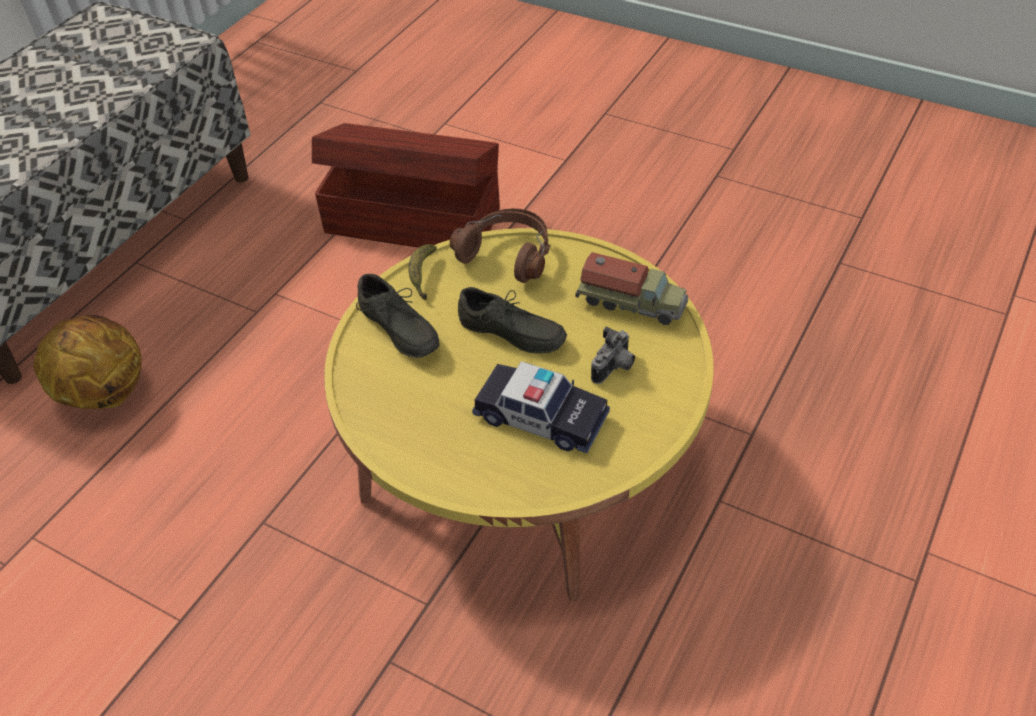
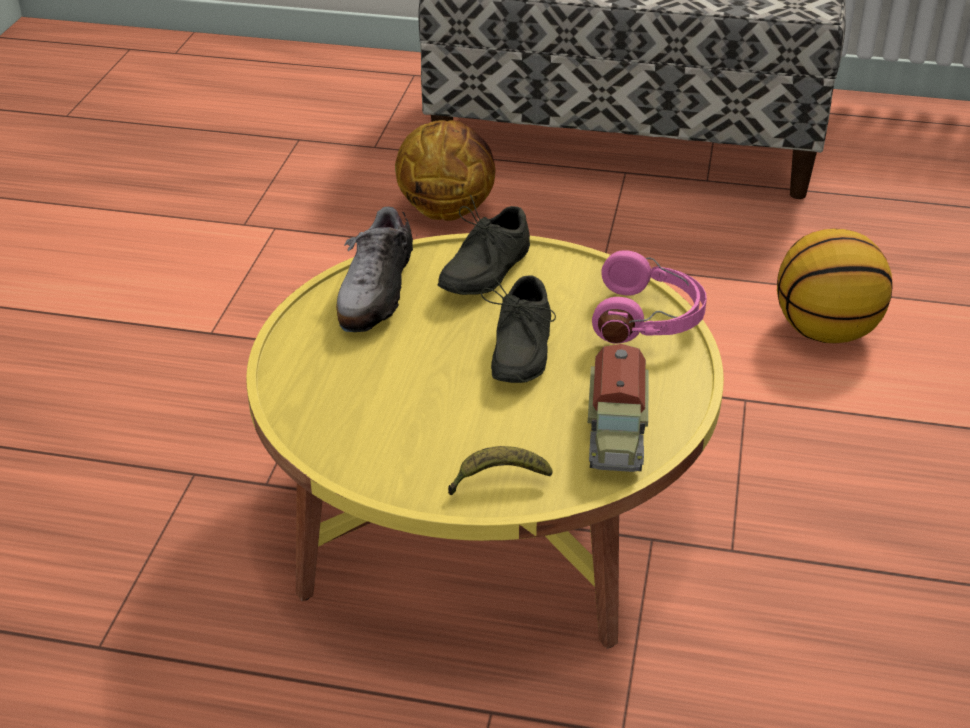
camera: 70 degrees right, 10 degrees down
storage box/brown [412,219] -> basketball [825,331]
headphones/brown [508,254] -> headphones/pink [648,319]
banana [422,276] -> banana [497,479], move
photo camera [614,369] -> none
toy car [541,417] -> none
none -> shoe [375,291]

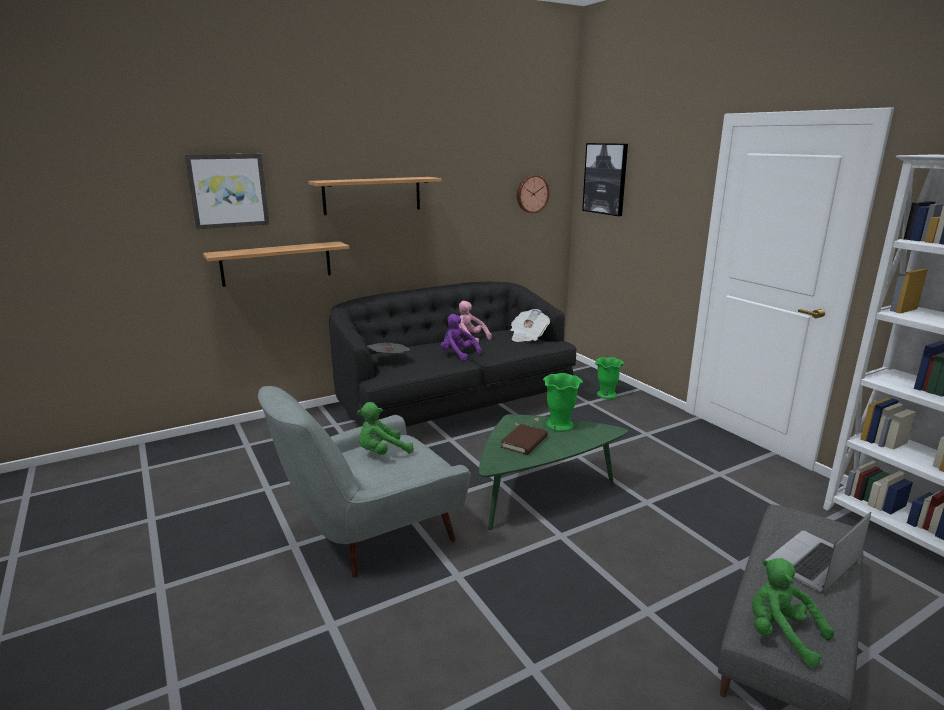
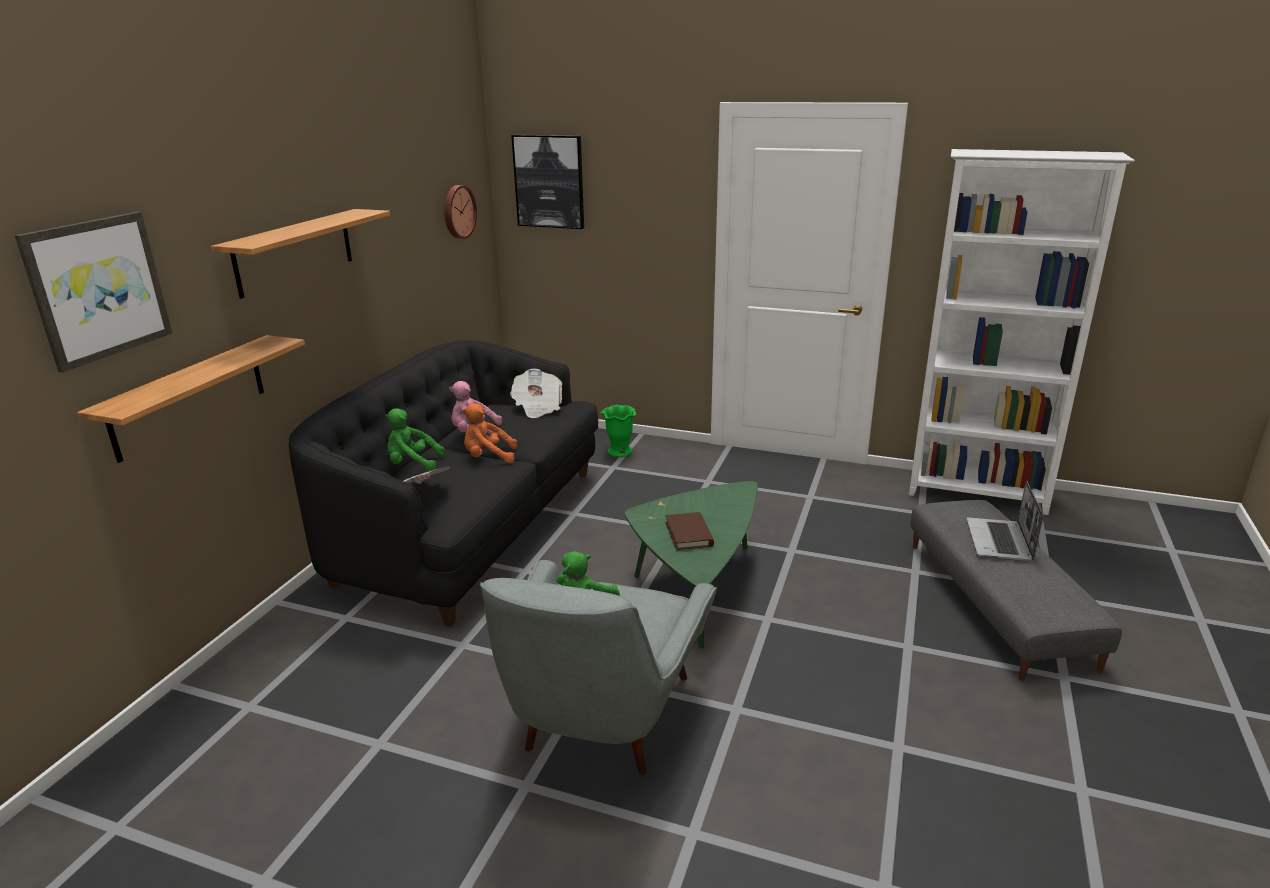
camera: 40 degrees left, 5 degrees up
plush toy/purple [458,355] -> plush toy/orange [488,457]
vase/green [560,426] -> none
plush toy/green [781,634] -> plush toy/green [412,464], move

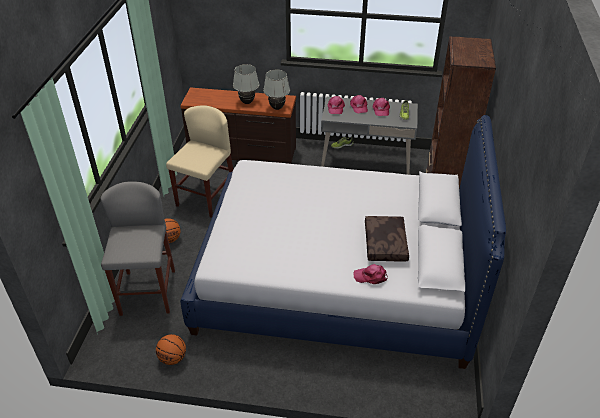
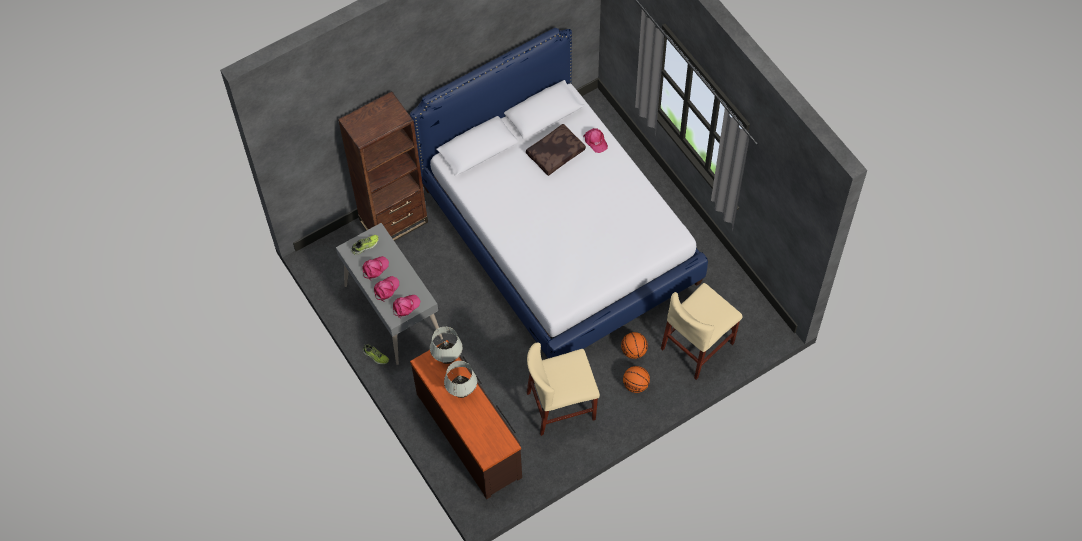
camera: 130 degrees left, 20 degrees up
stool/grey [148,292] -> chair/beige [697,346]
basketball [173,358] -> basketball [633,351], move

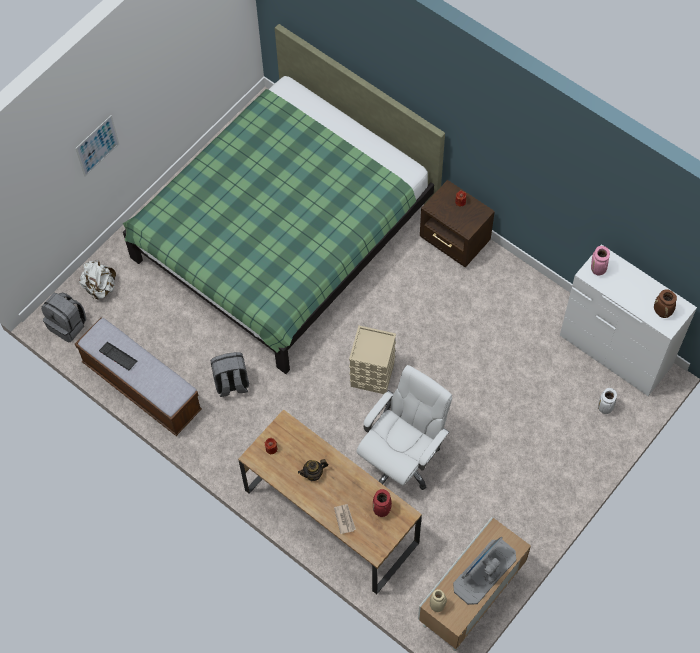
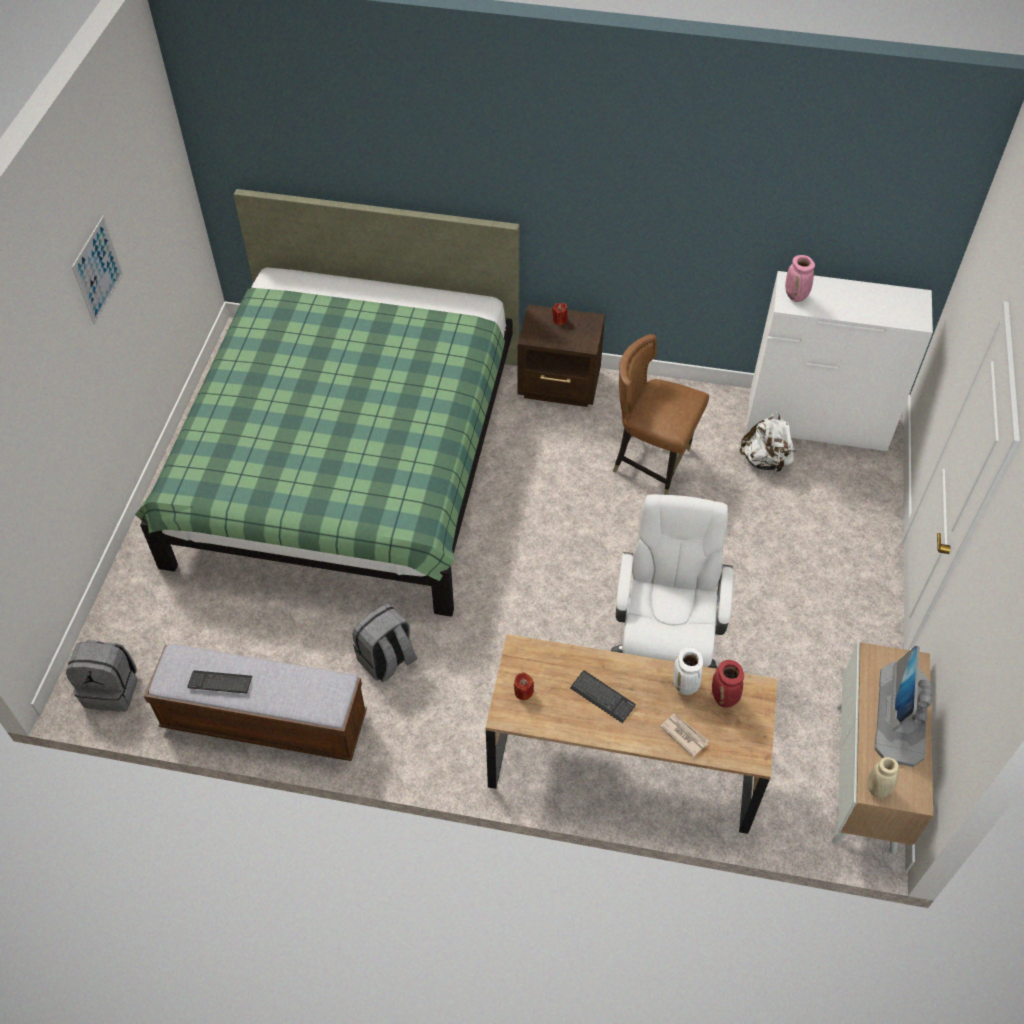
camera: 30 degrees left, 10 degrees down
picture [97,145] -> picture [98,270], move
backpack/white [100,287] -> backpack/white [765,460], move
vase/brown [662,312] -> none
storage box/beige [373,375] -> none
vase/white [605,408] -> vase/white [685,686], move
teapot [313,474] -> keyboard [602,697]
none -> chair/brown [651,462]

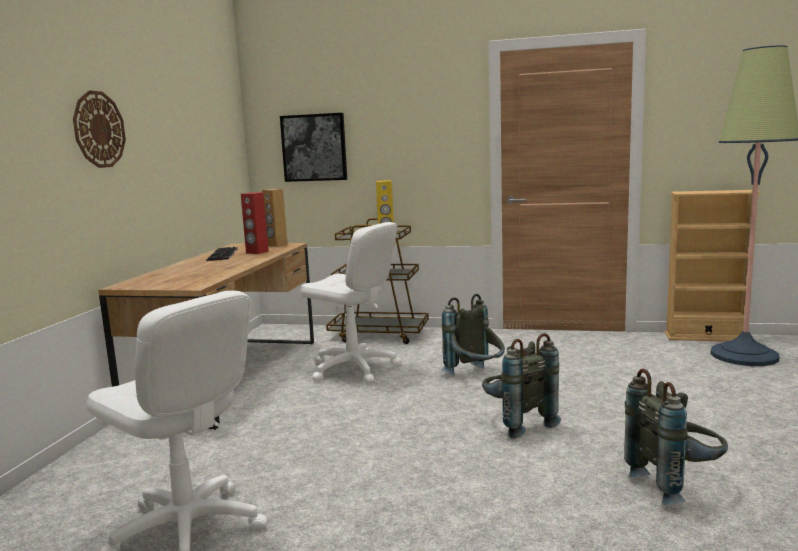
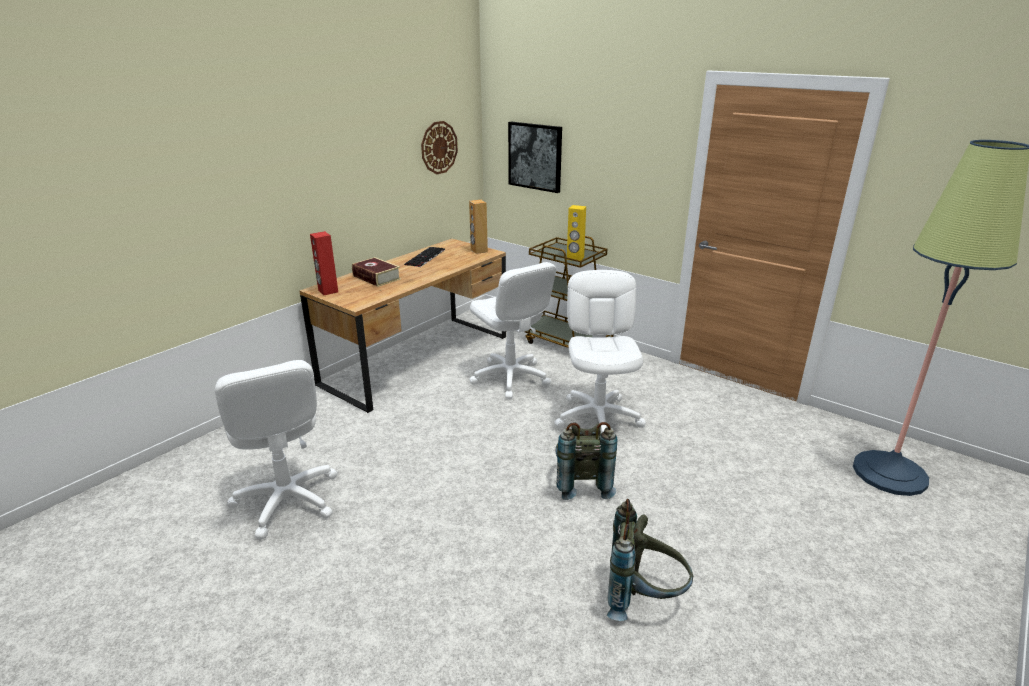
camera: 25 degrees right, 15 degrees up
wall clock [99,129] -> wall clock [439,147], move
bookcase/beige [705,337] -> none
speaker/red [257,252] -> speaker/red [328,291], move
backpack/grey [476,377] -> office chair/white [598,418]
none -> book [376,277]

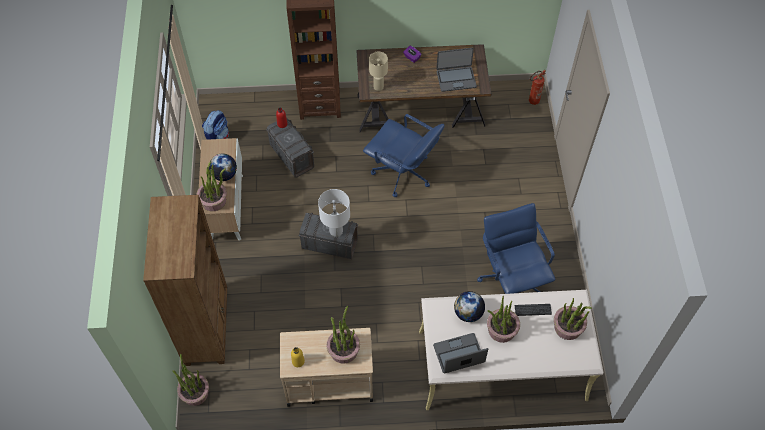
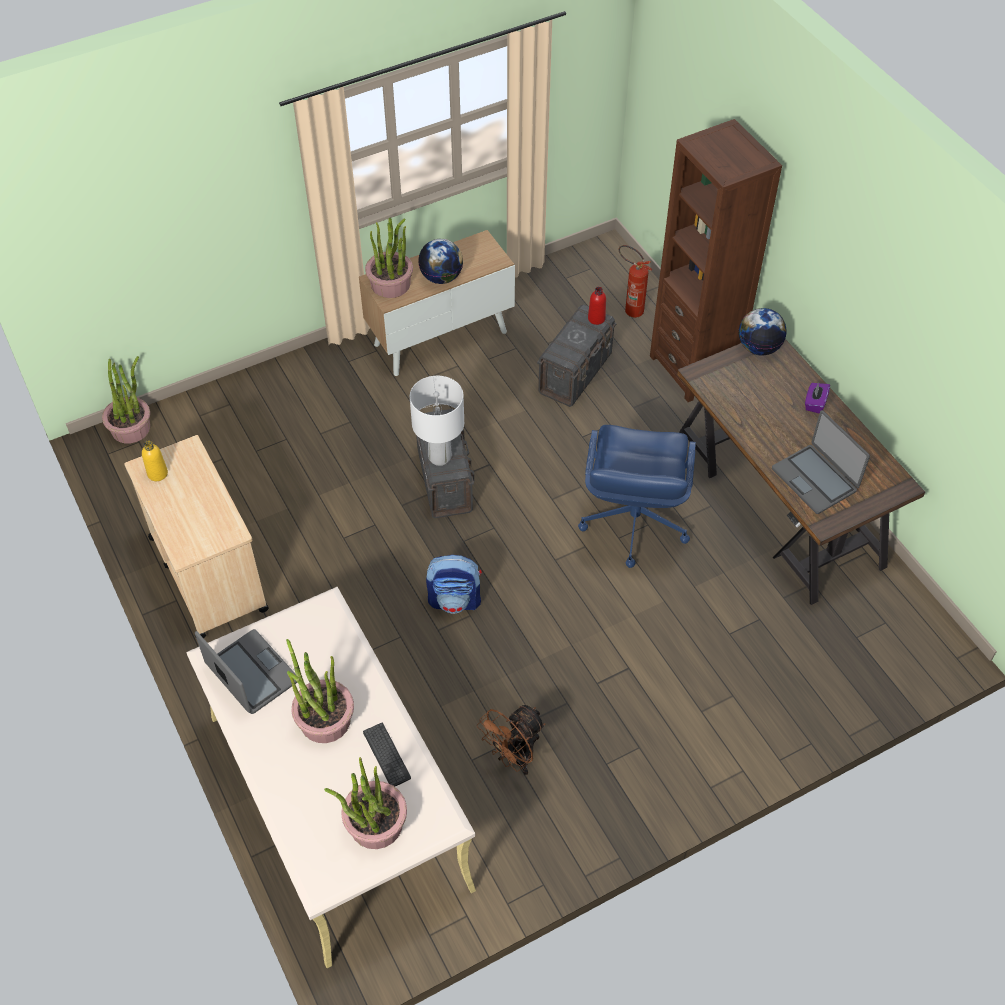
camera: 65 degrees right, 5 degrees down
table lamp/beige [378,87] -> none
fire extinguisher [531,102] -> fire extinguisher [629,309], move
backpack [218,137] -> backpack [455,600], move
bookcase/brown [207,327] -> none
office chair/blue [511,279] -> fan/brown [513,757]
globe [468,313] -> globe [759,347], move
potted plant [343,350] -> none

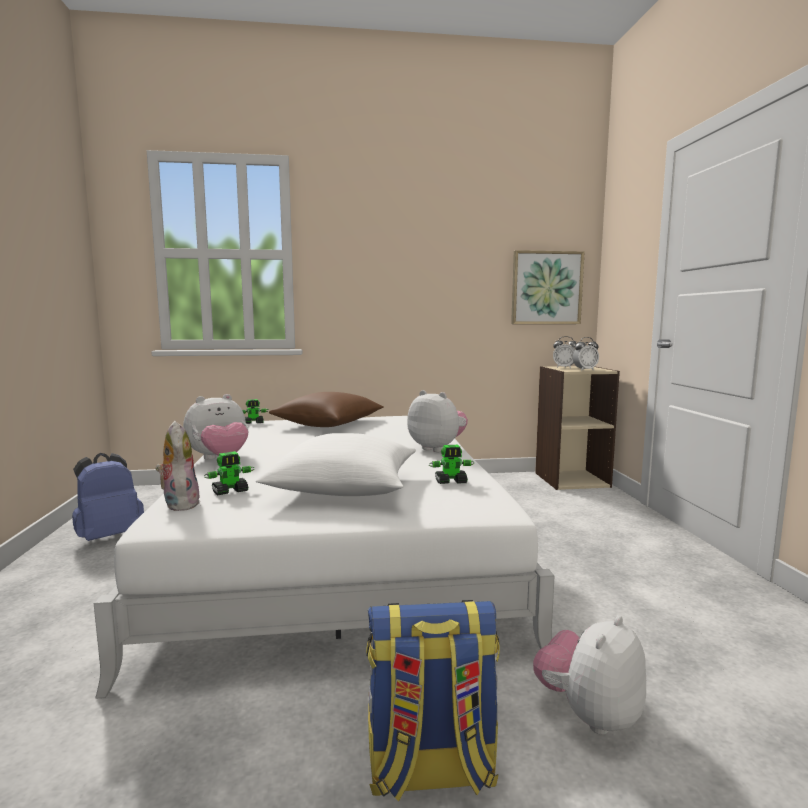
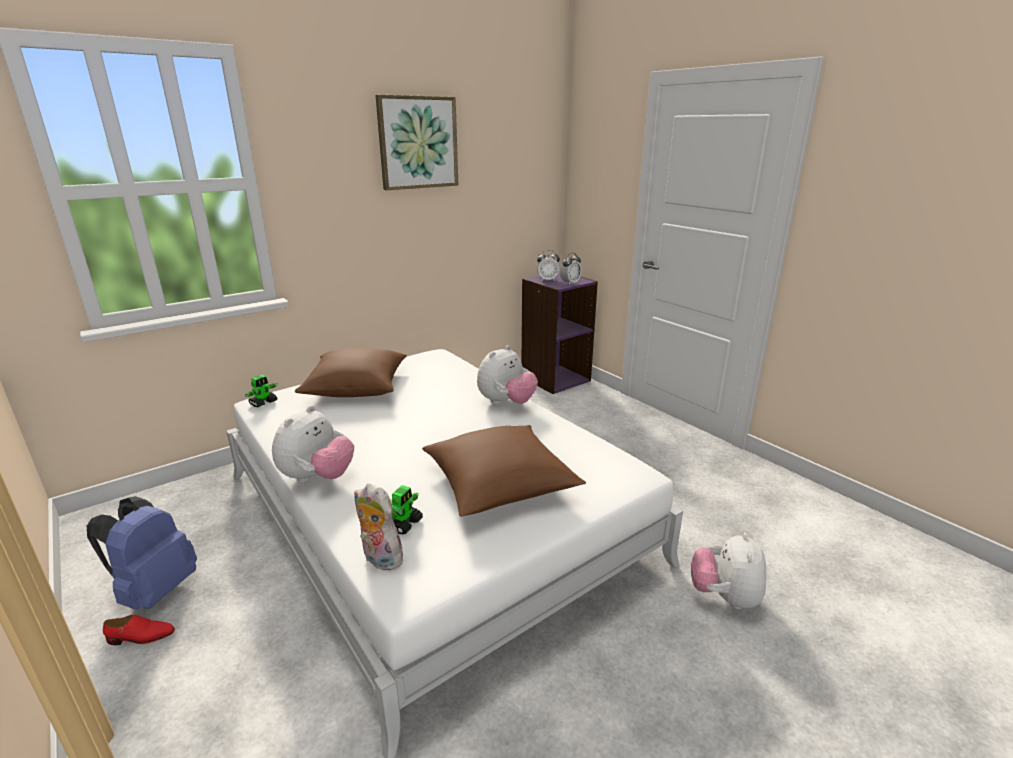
camera: 30 degrees left, 15 degrees up
picture [546,288] -> picture [418,143], move
bookcase/beige [571,479] -> bookcase/purple [555,378]
plush toy [437,448] -> plush toy [506,403], 120 degrees clockwise
pillow/white [344,488] -> pillow/brown [499,485]
toy robot [451,482] -> none
backpack [430,770] -> none
none -> shoe/red [141,637]

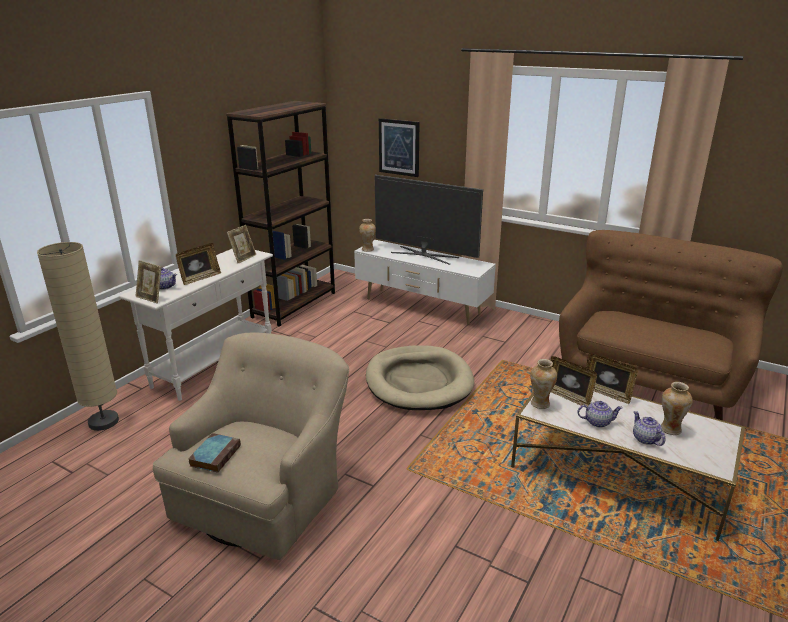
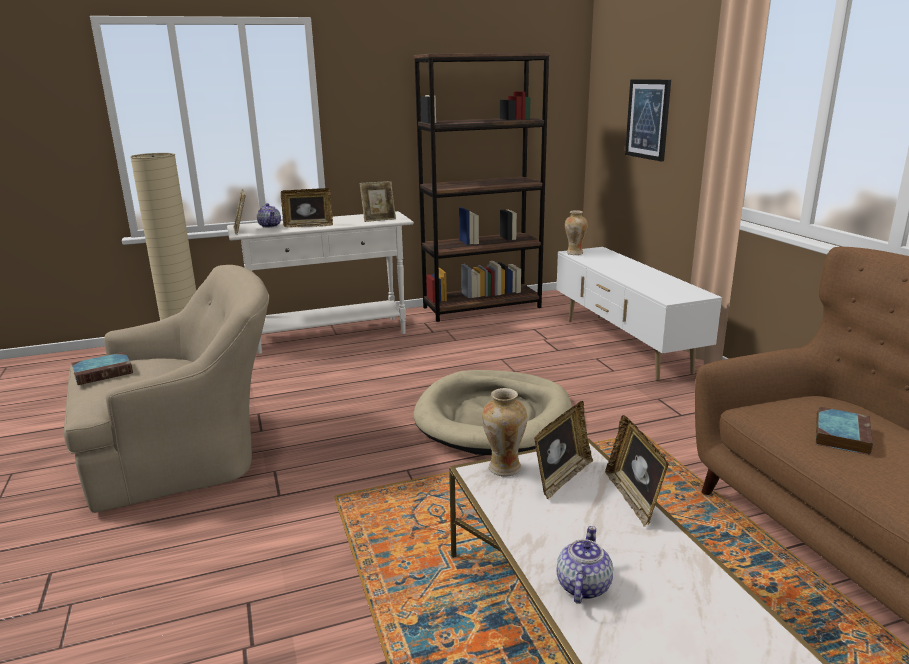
camera: 40 degrees right, 5 degrees down
television [424,255] -> none
picture frame [568,397] -> picture frame [561,477], 135 degrees counterclockwise
vase [670,429] -> none
teapot [597,422] -> none
none -> book [841,434]

